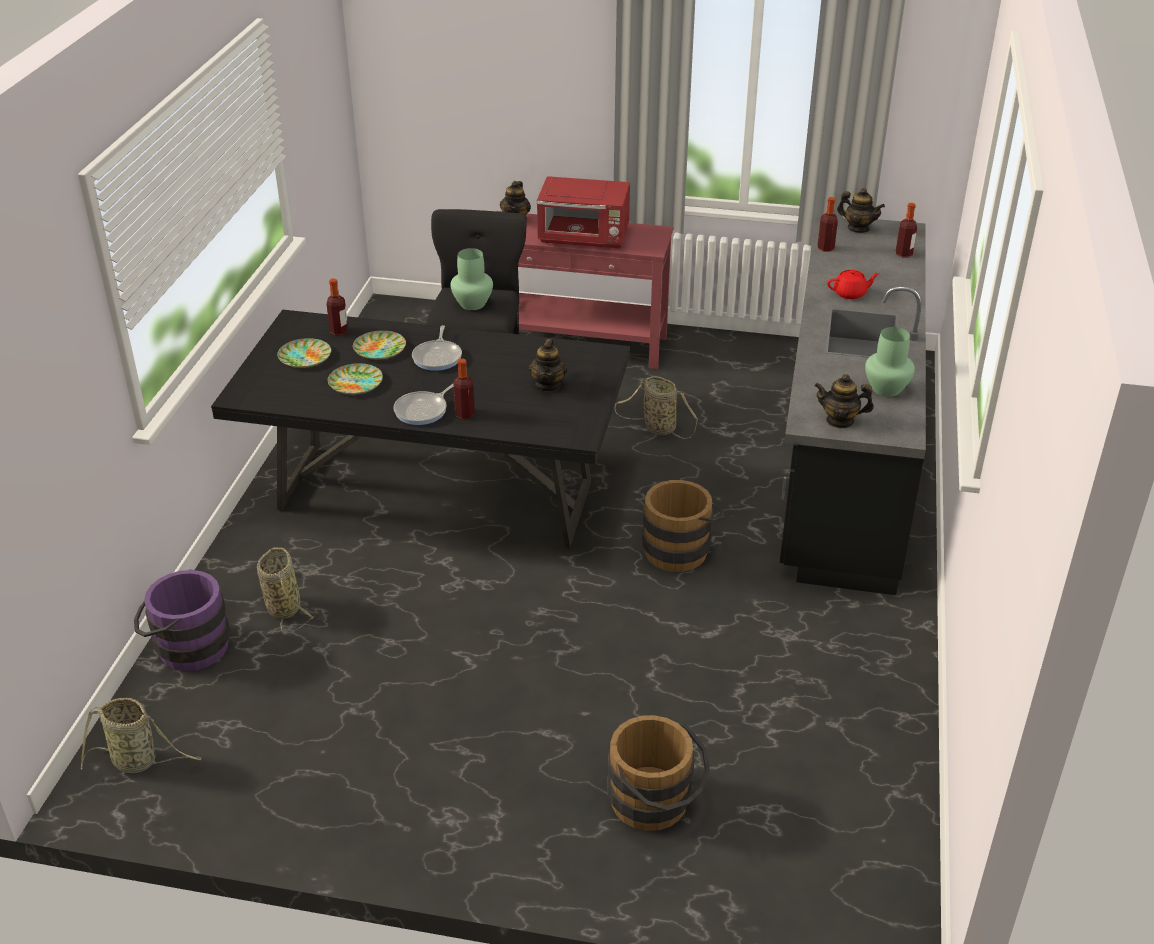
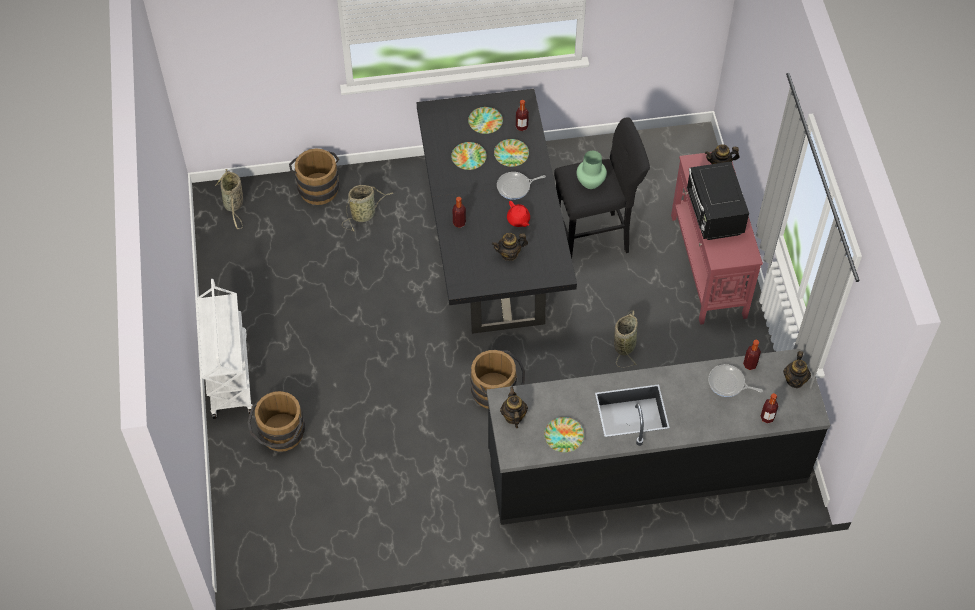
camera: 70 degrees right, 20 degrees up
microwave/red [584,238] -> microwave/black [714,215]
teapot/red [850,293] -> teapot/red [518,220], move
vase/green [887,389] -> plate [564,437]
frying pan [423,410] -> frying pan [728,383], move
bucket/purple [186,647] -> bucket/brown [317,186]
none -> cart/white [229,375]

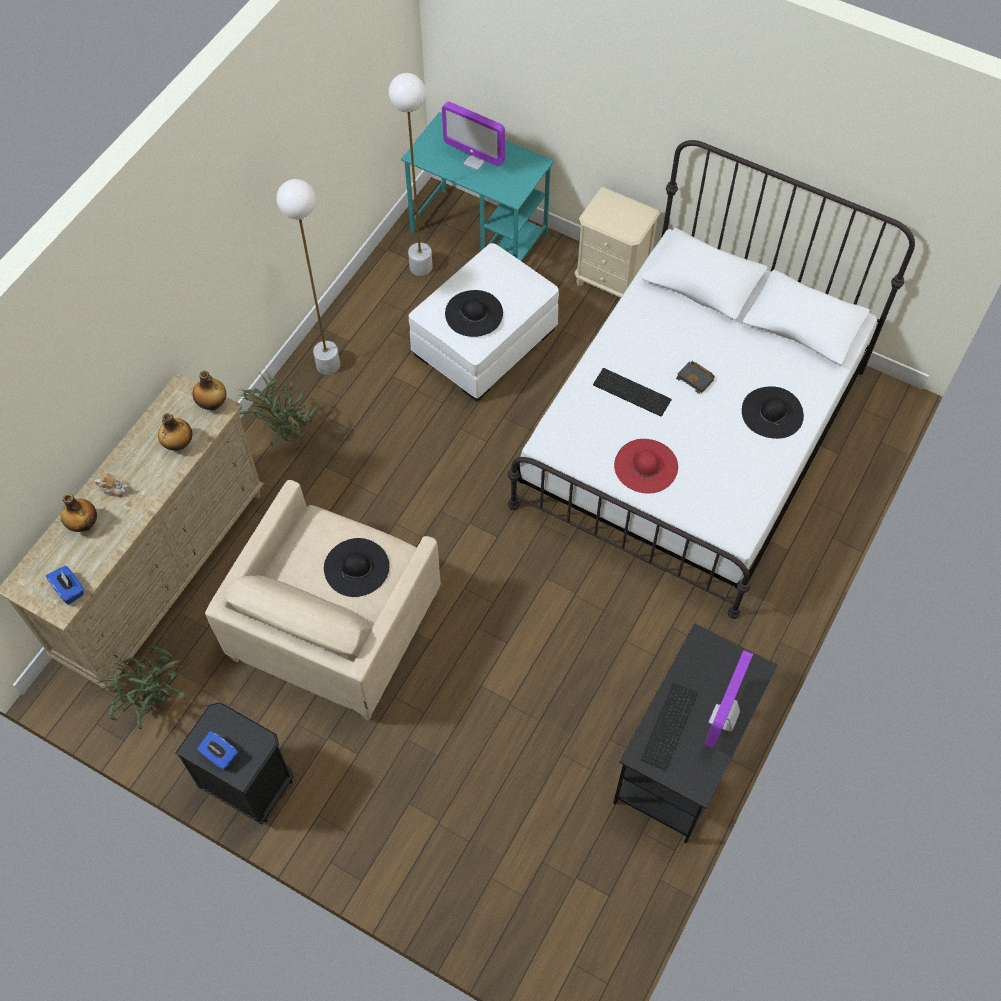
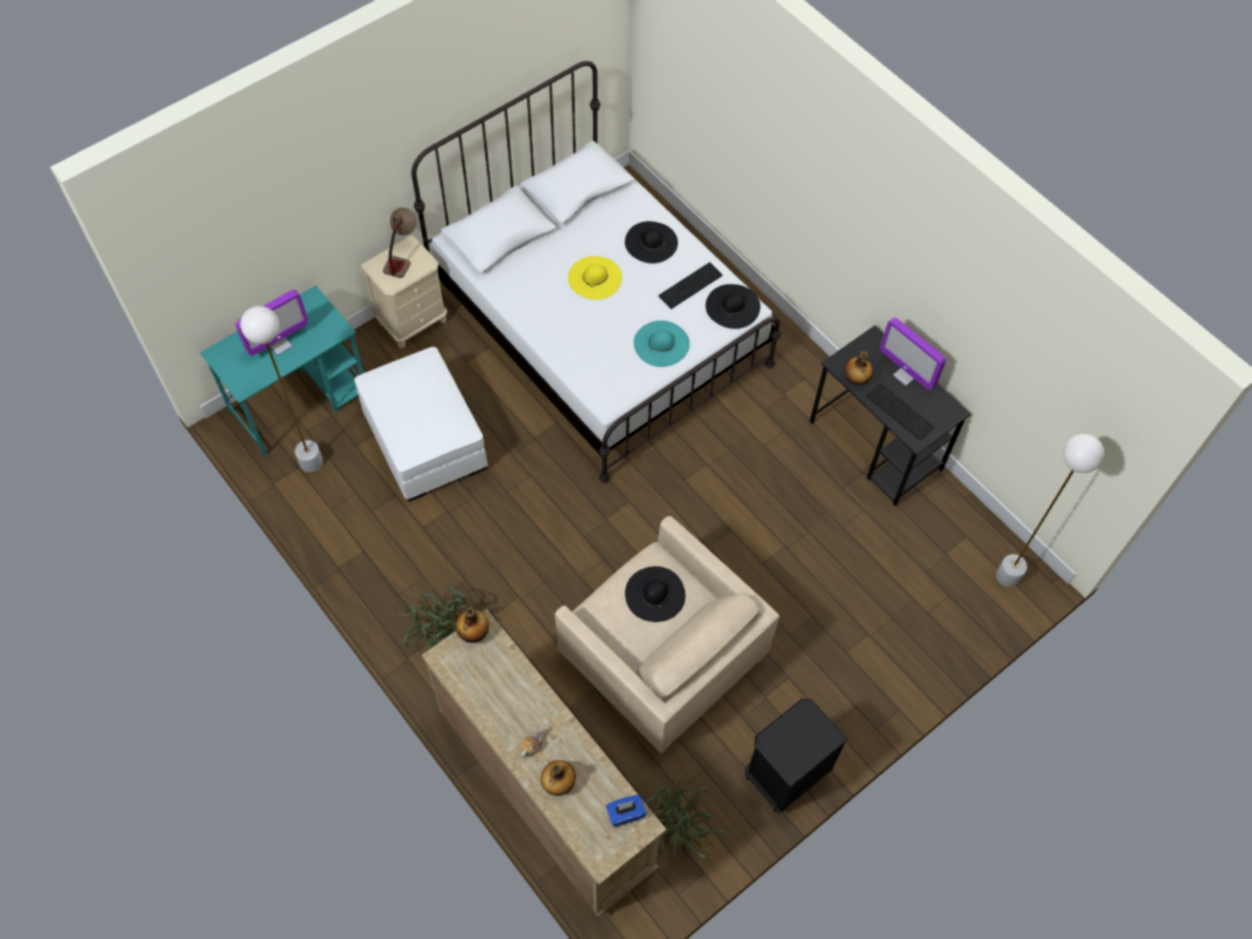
camera: 70 degrees left, 0 degrees up
floor lamp/white [328,365] -> floor lamp/white [1007,576], move
hat/black [474,313] -> hat/black [732,306], move
book/black [696,378] -> hat/yellow [595,278]
keyboard [633,391] -> keyboard [690,284], move
bottle [178,444] -> bottle [855,380], move
hat/red [646,466] -> hat/turquoise [661,343]
tissue box/blue [220,755] -> none
none -> table lamp [402,257]

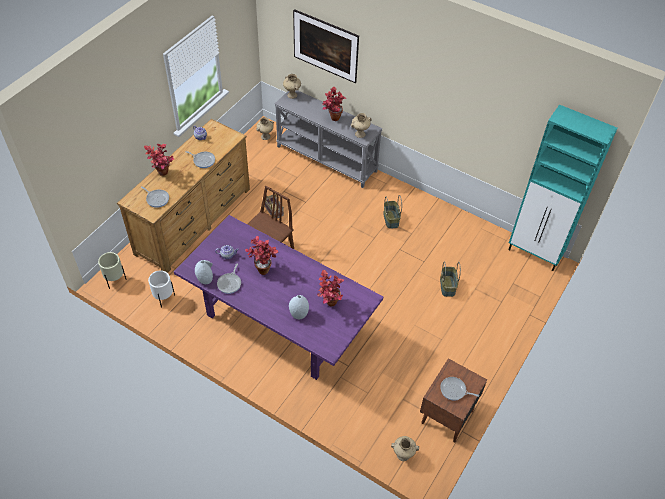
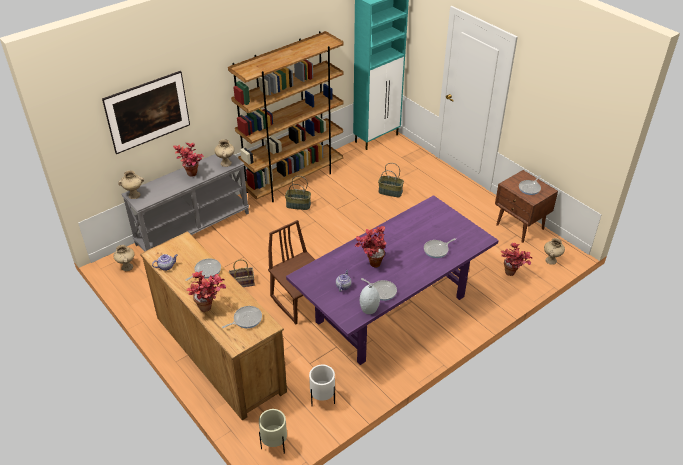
camera: 70 degrees left, 10 degrees down
potted plant [329,305] -> potted plant [512,275], move
vase/grey [299,314] -> frying pan [437,250]
none -> bookcase/brown [294,180]

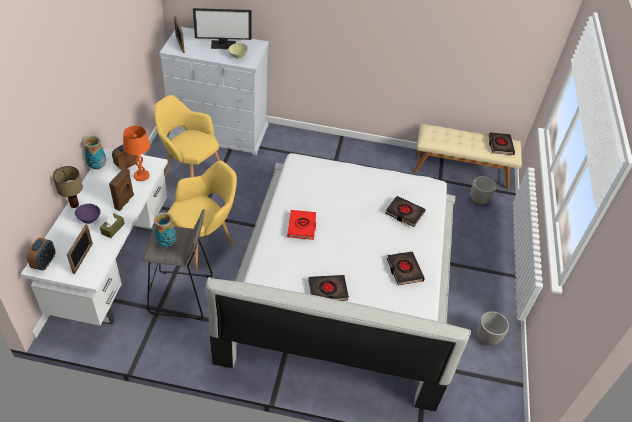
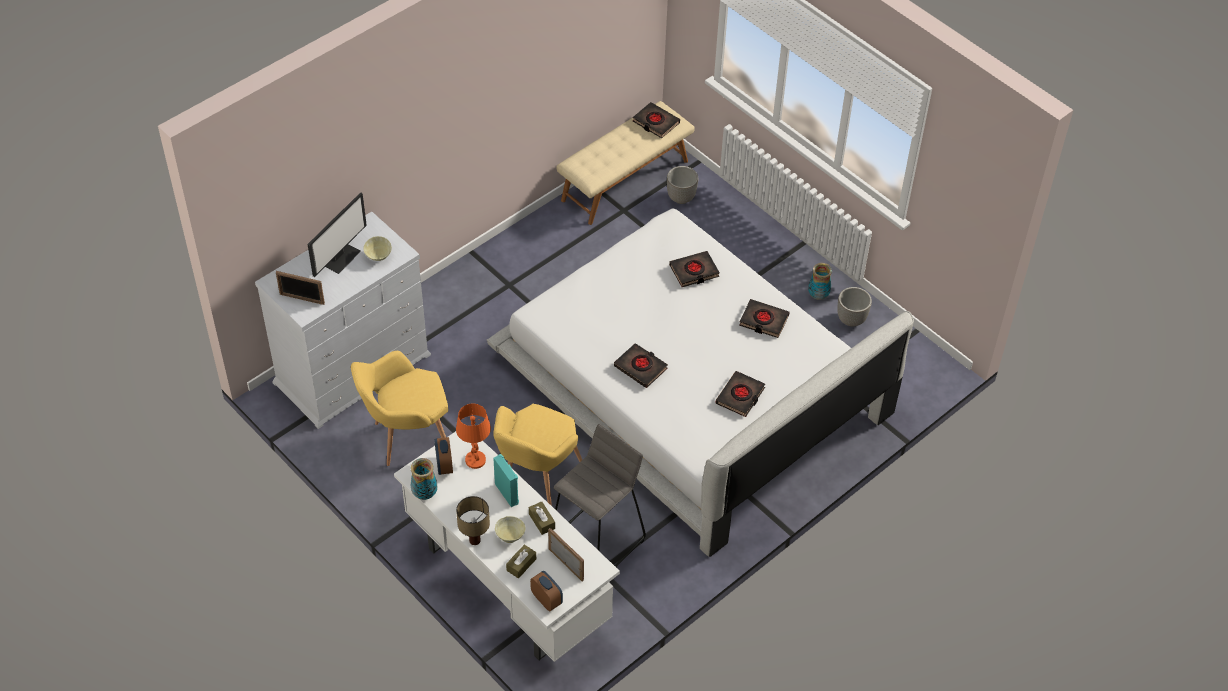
camera: 50 degrees left, 5 degrees up
armchair/yellow [205,242] -> armchair/yellow [536,480], 150 degrees counterclockwise
speaker/brown [125,202] -> speaker/turquoise [507,493]
bowl/purple [89,219] -> bowl/beige [510,536]
book/red [302,226] -> book/black [641,367]
vase [166,243] -> vase [818,295], move
none -> tissue box/brown [521,564]

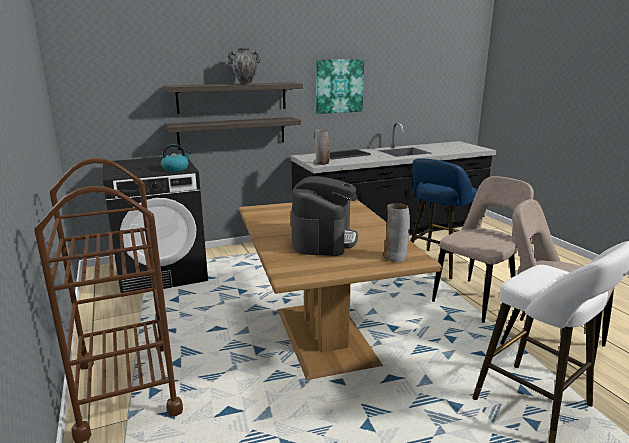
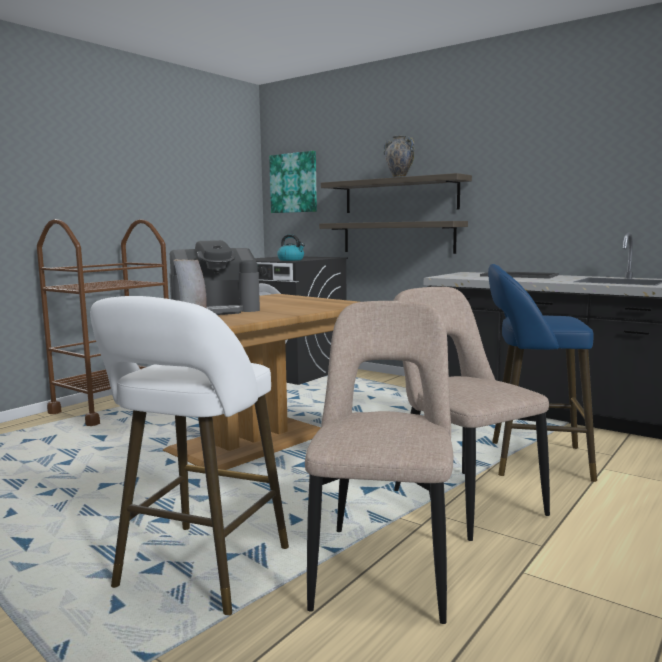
camera: 60 degrees right, 10 degrees down
picture [339,86] -> picture [294,183], move
vase [322,163] -> none
chair/beige [477,299] -> chair/beige [462,500], 135 degrees counterclockwise

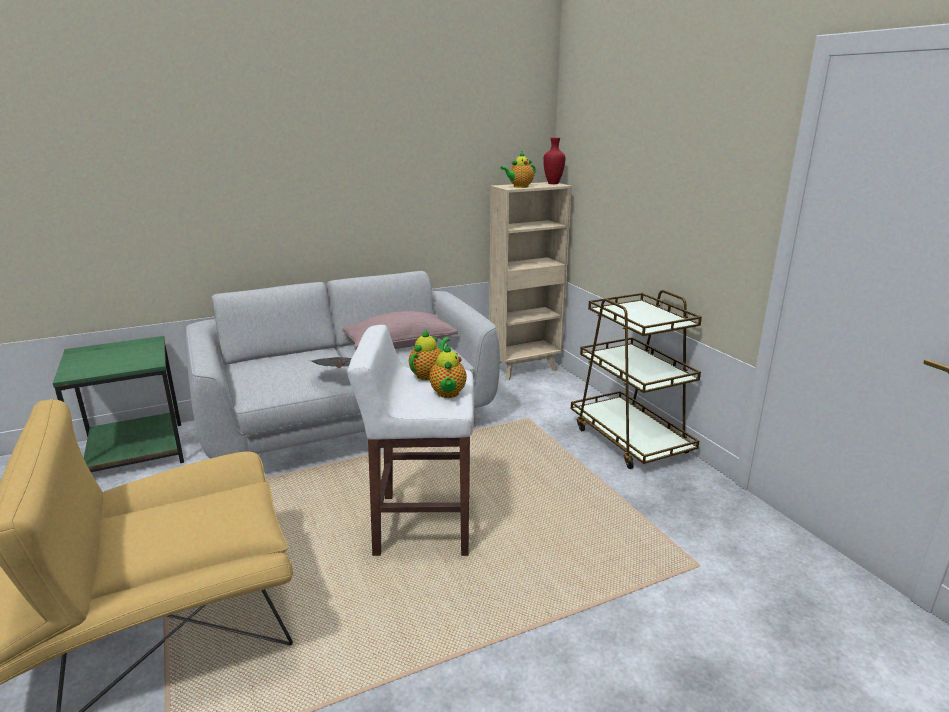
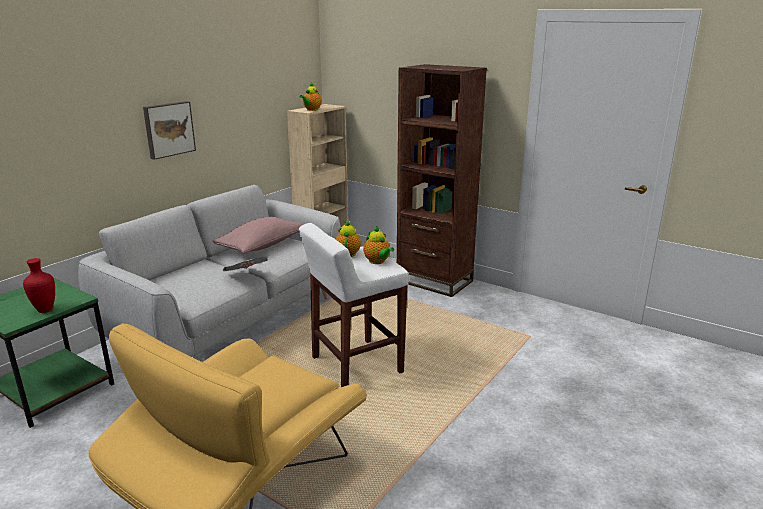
camera: 30 degrees left, 0 degrees up
vase/red [553,184] -> vase/red [45,310], move
cart/brown [629,439] -> bookcase/brown [434,281]
none -> picture [168,129]

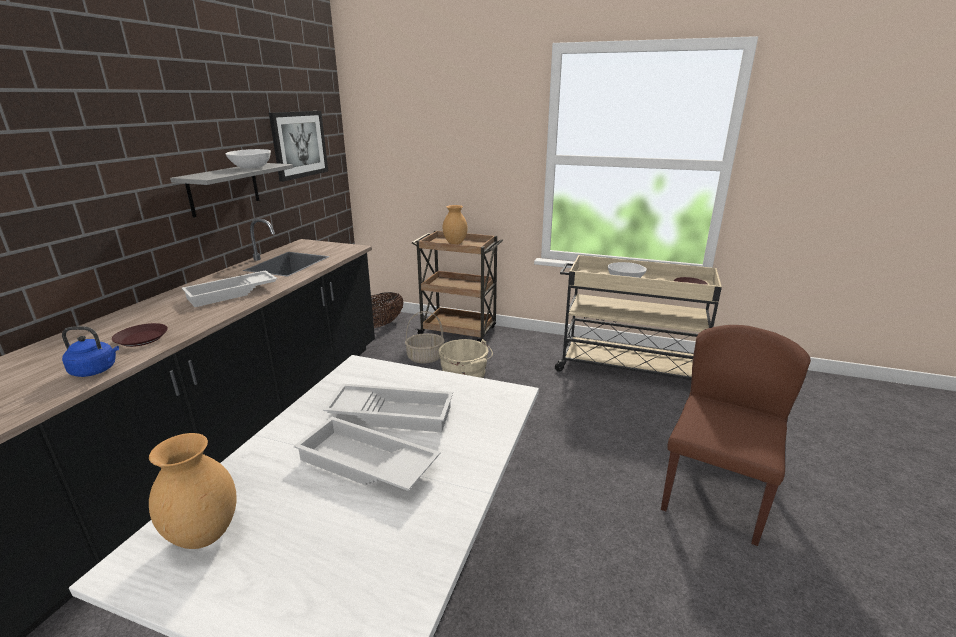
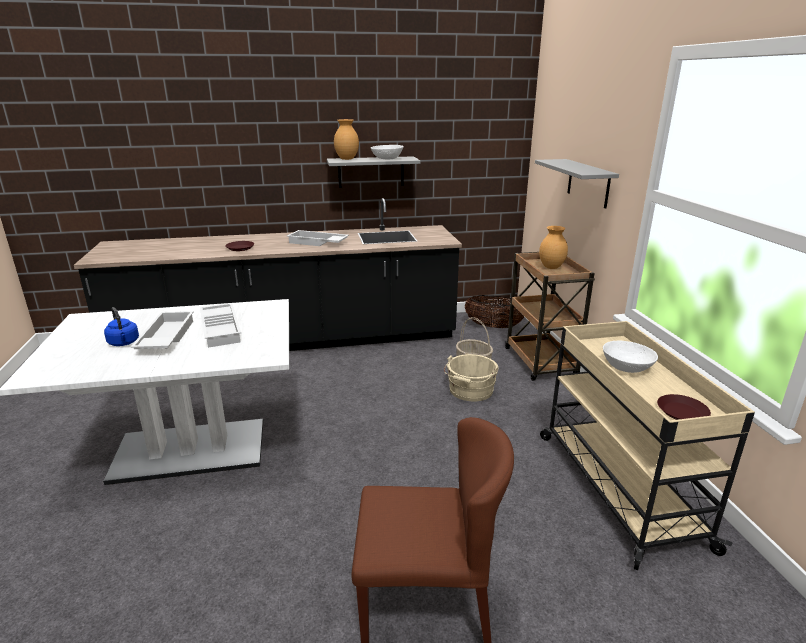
camera: 60 degrees right, 0 degrees up
picture [299,144] -> none
kettle/blue [96,370] -> kettle/blue [124,343], move
vase/brown [206,536] -> vase/brown [347,159], move
none -> shelf/grey [588,183]

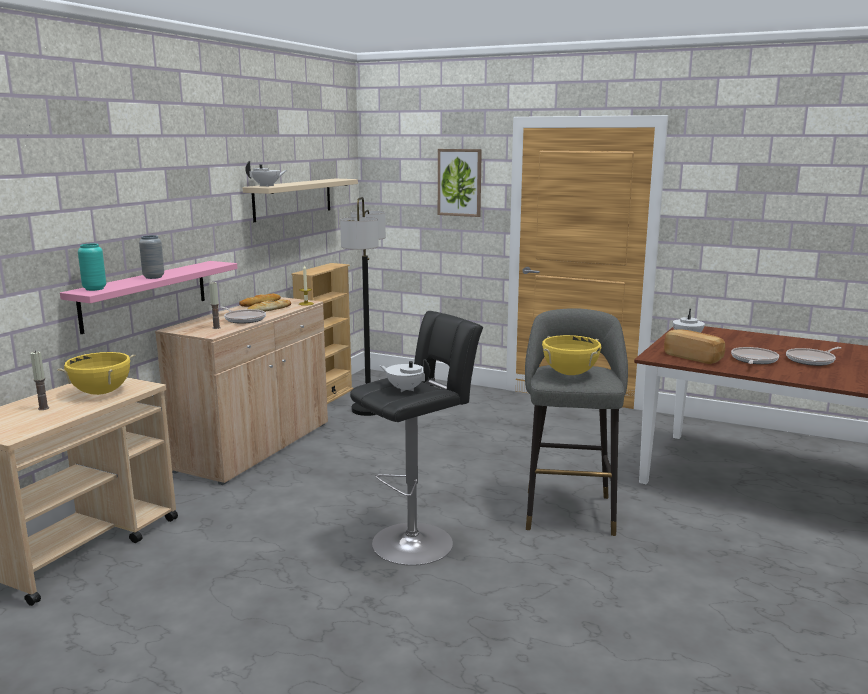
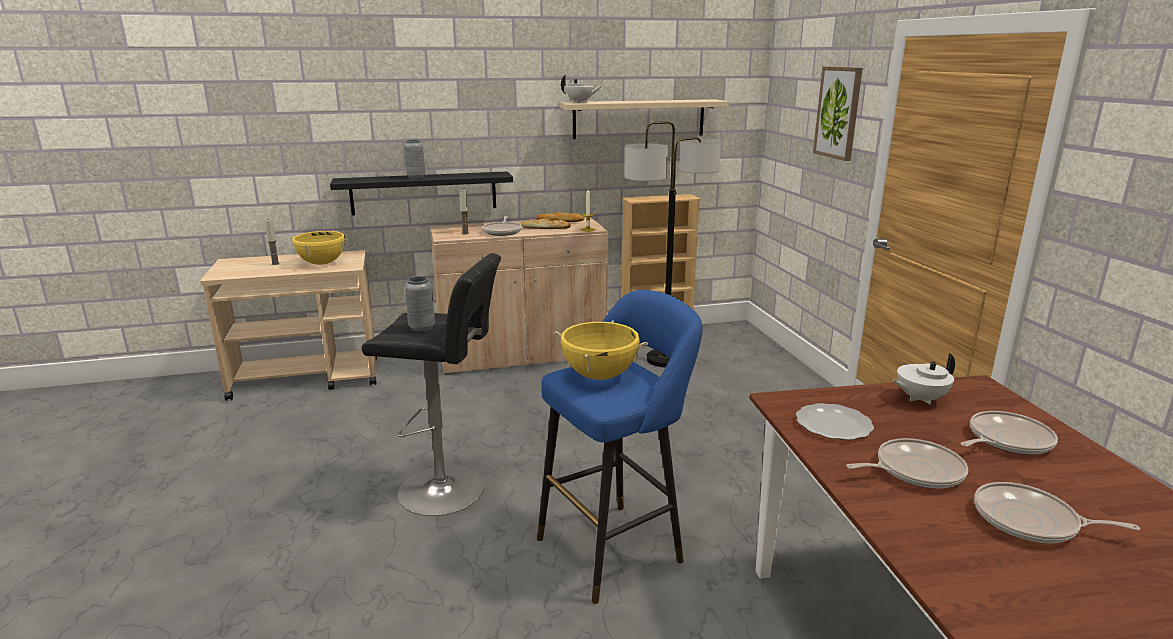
camera: 50 degrees right, 5 degrees up
vase/turquoise [94,289] -> none
shelf/pink [145,295] -> shelf/black [424,193]
stool/grey [568,509] -> stool/blue [616,547]
bread [693,357] -> plate [832,425]
teapot/white [405,389] -> vase/grey [422,328]
none -> frying pan [1006,440]

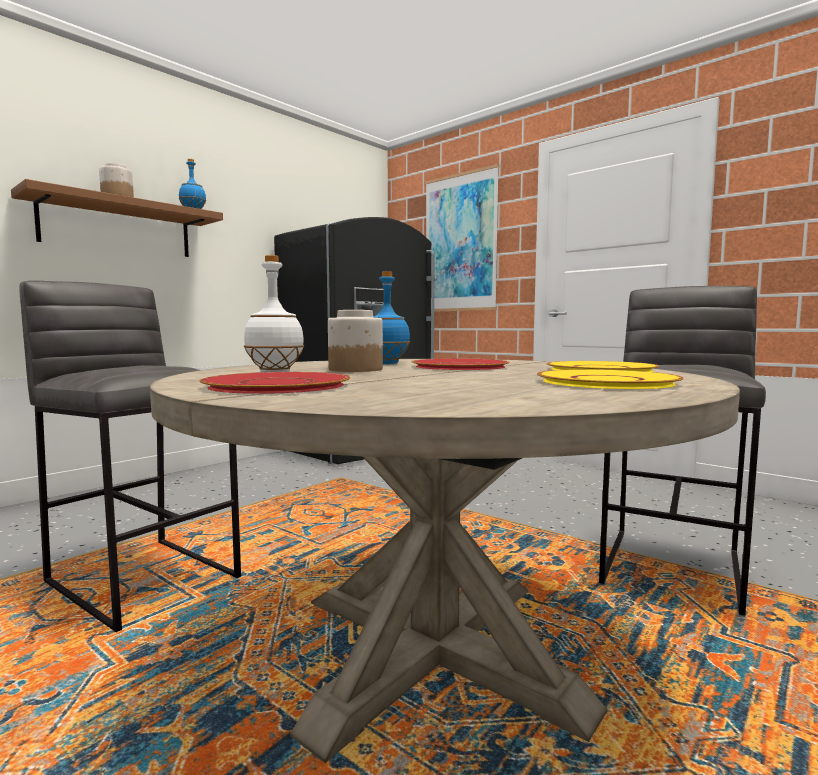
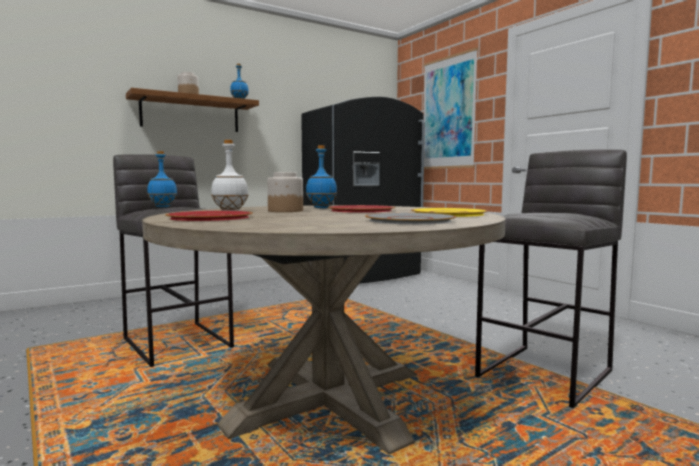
camera: 15 degrees right, 0 degrees up
plate/yellow [606,382] -> plate/grey [410,220]
none -> bottle/blue [163,207]

